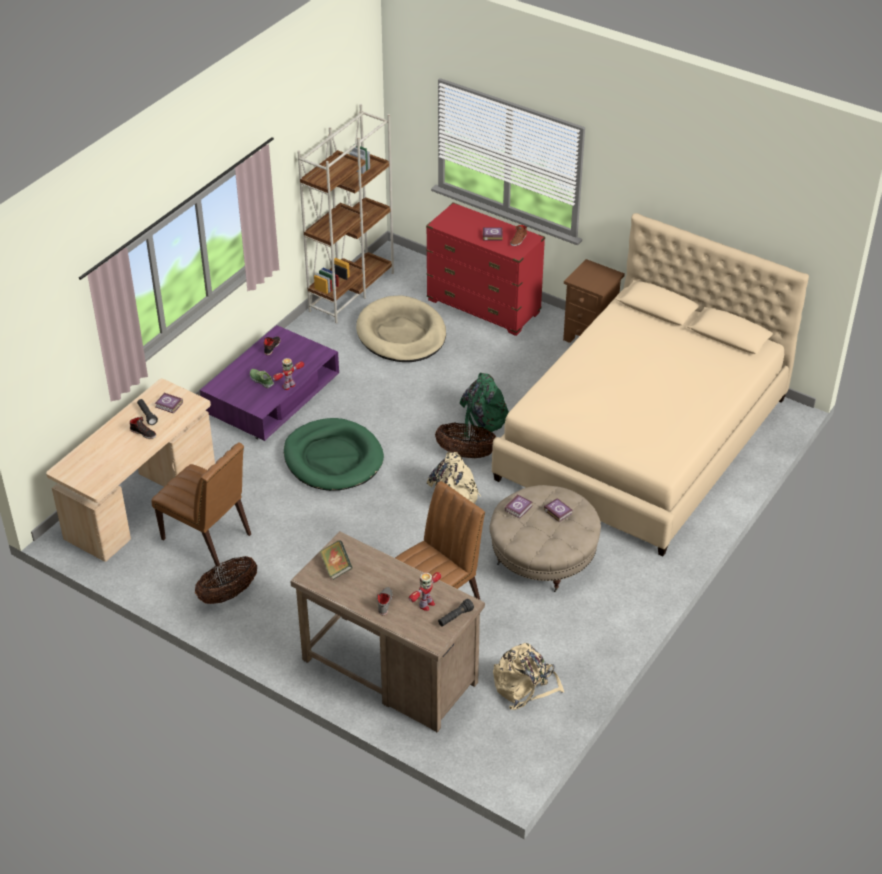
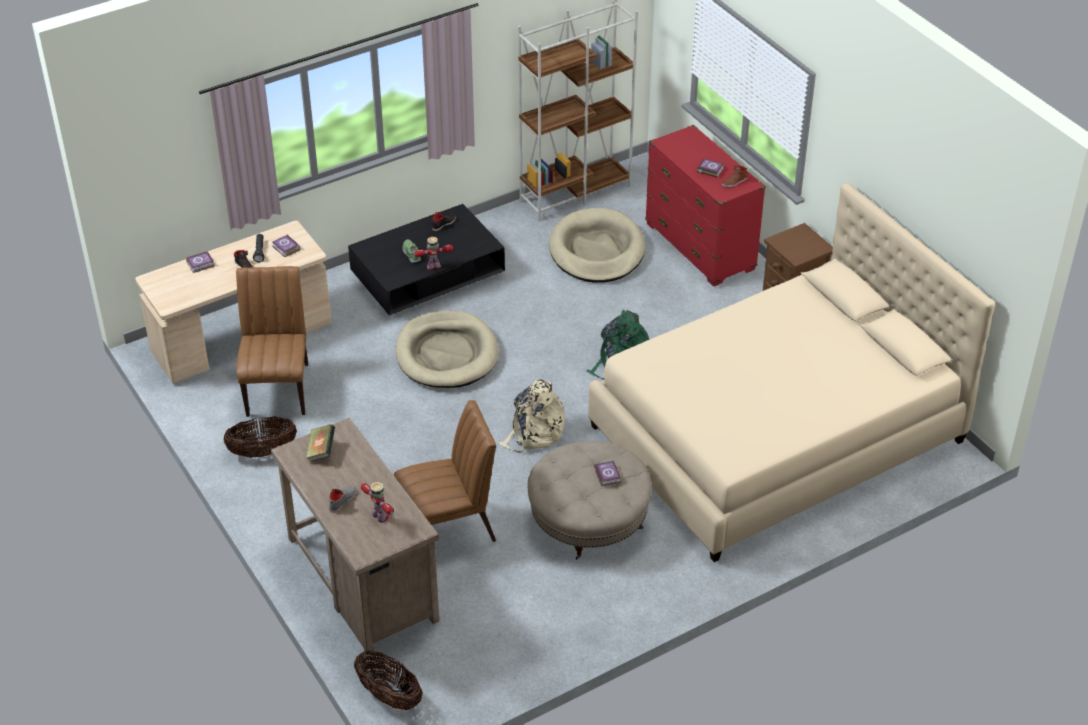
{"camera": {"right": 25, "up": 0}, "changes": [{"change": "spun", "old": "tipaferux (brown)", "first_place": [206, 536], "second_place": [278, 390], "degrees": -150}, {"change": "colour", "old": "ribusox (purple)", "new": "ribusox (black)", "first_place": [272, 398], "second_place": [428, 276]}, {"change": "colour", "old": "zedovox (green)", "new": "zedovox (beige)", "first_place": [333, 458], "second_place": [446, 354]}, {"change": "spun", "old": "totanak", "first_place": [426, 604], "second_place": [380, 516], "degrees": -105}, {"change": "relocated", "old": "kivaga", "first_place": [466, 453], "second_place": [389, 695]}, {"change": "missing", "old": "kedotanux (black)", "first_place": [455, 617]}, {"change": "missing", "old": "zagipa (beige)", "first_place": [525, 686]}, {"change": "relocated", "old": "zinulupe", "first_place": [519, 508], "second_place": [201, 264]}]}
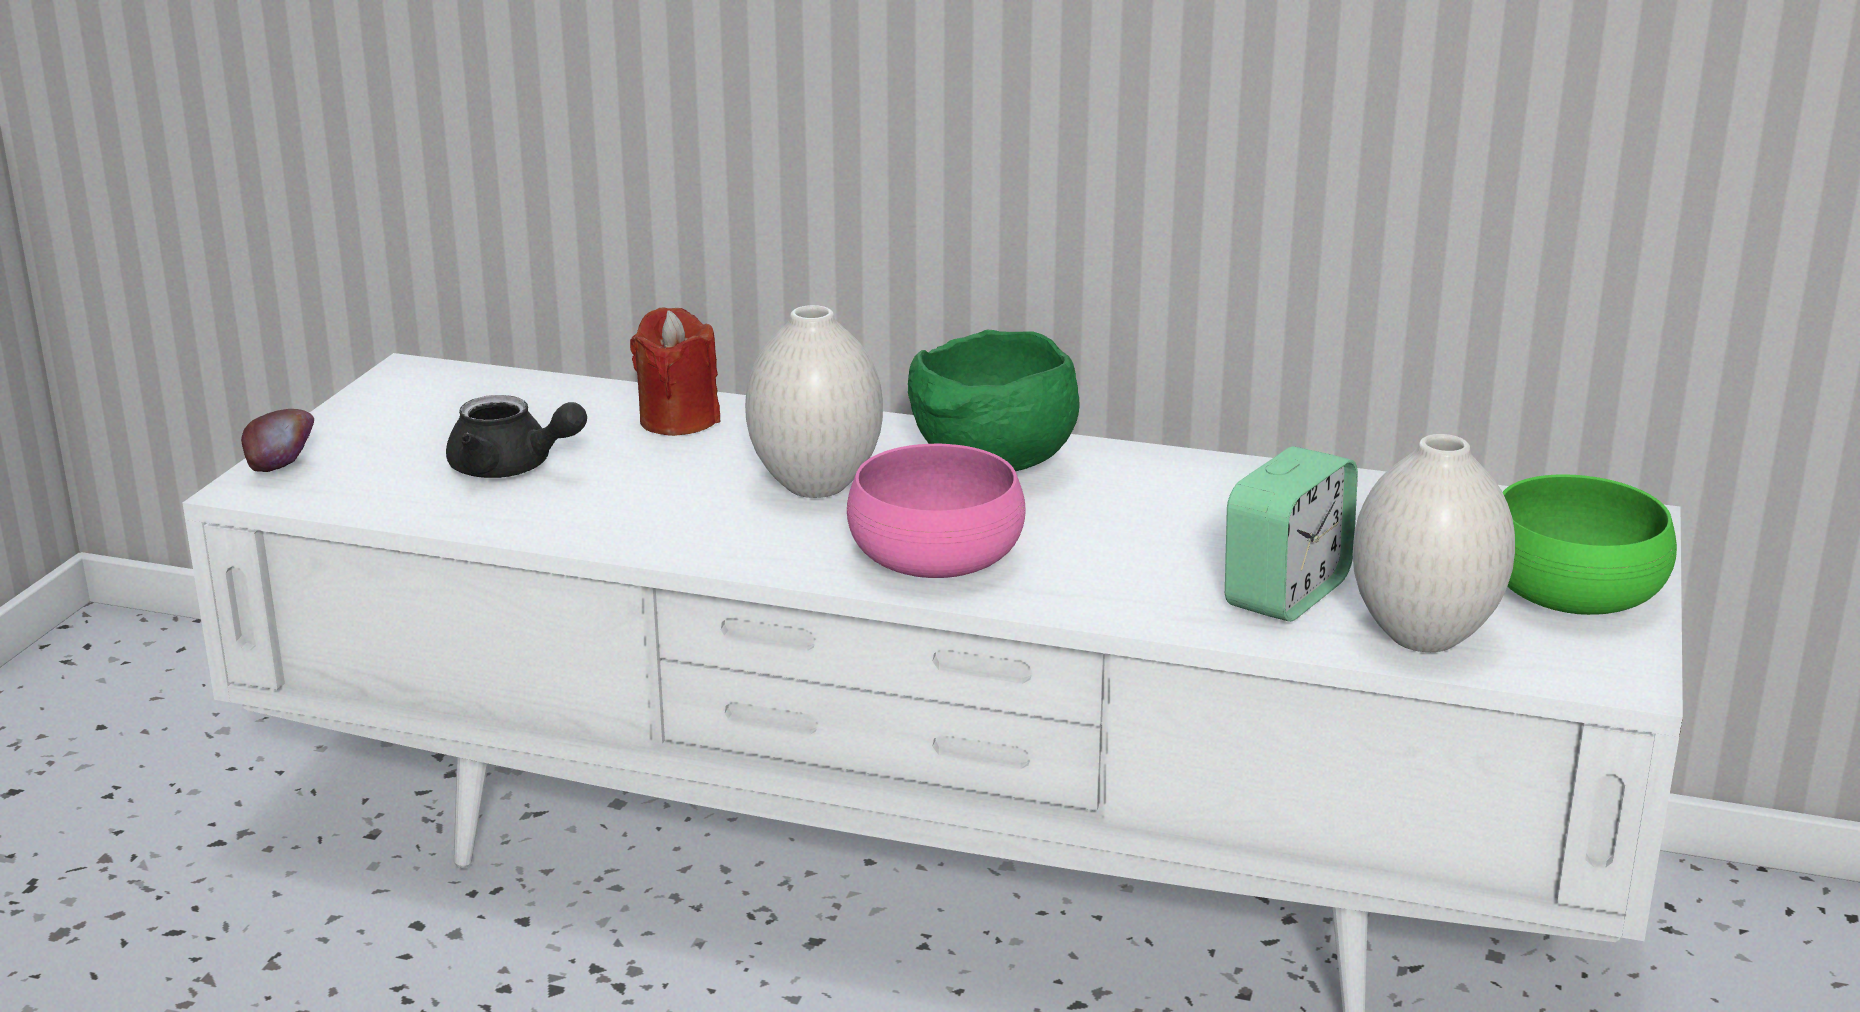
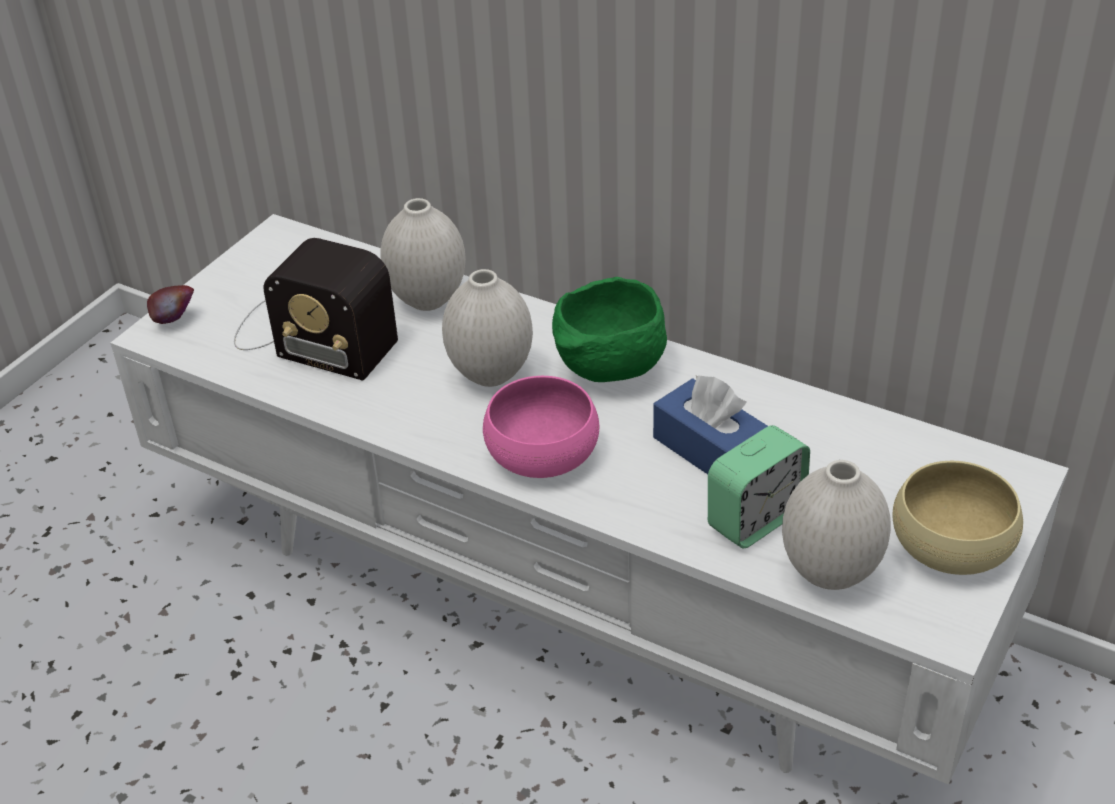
{"camera": {"right": 15, "up": 15}, "changes": [{"change": "exchanged", "old": "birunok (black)", "new": "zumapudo", "first_place": [512, 468], "second_place": [310, 335]}, {"change": "exchanged", "old": "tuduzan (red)", "new": "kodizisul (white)", "first_place": [678, 420], "second_place": [426, 300]}, {"change": "colour", "old": "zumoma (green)", "new": "zumoma (beige)", "first_place": [1572, 592], "second_place": [951, 544]}, {"change": "appeared", "new": "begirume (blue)", "second_place": [709, 450]}]}
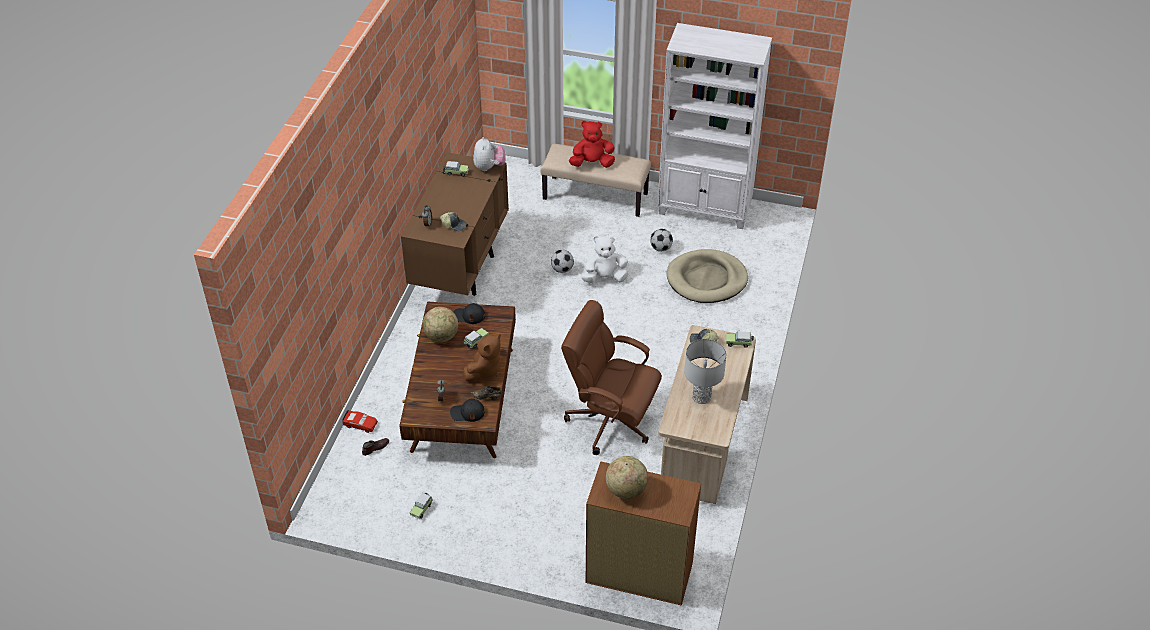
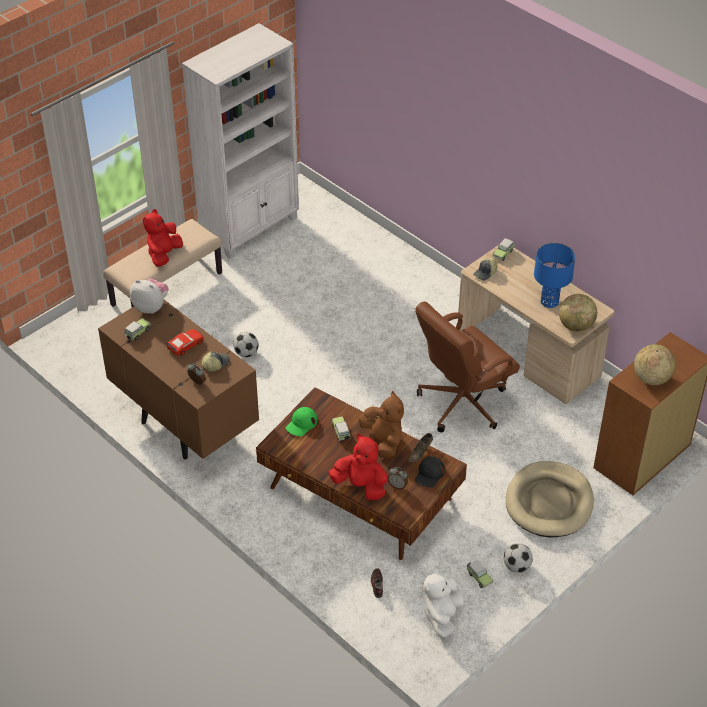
{"camera": {"right": -60, "up": 0}, "changes": [{"change": "relocated", "old": "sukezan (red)", "first_place": [360, 424], "second_place": [185, 345]}, {"change": "relocated", "old": "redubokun", "first_place": [441, 336], "second_place": [576, 326]}, {"change": "colour", "old": "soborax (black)", "new": "soborax (green)", "first_place": [469, 315], "second_place": [301, 424]}, {"change": "relocated", "old": "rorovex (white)", "first_place": [605, 277], "second_place": [442, 616]}, {"change": "relocated", "old": "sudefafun", "first_place": [660, 248], "second_place": [516, 567]}, {"change": "relocated", "old": "zedovox (beige)", "first_place": [706, 279], "second_place": [549, 502]}, {"change": "colour", "old": "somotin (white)", "new": "somotin (blue)", "first_place": [701, 396], "second_place": [549, 301]}, {"change": "appeared", "new": "rorovex (red)", "second_place": [361, 485]}]}
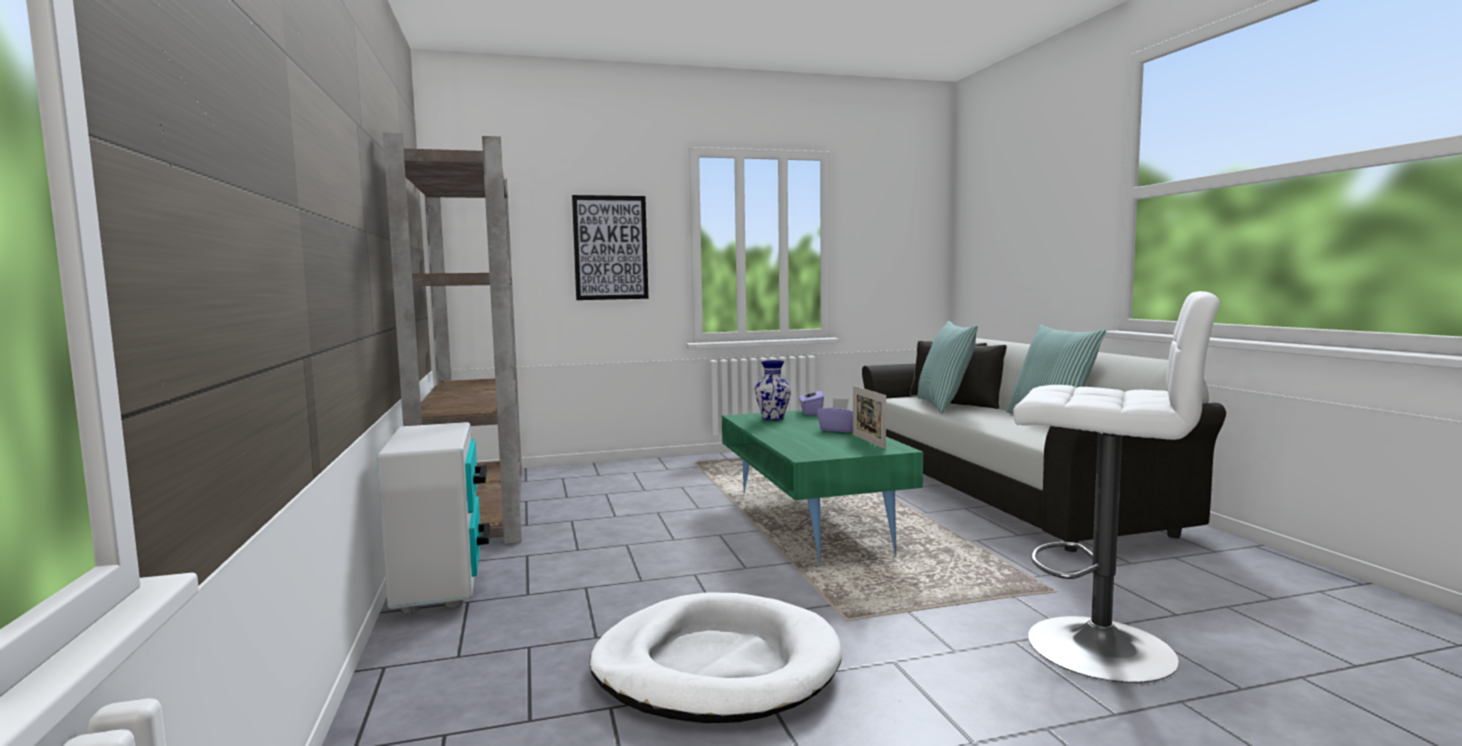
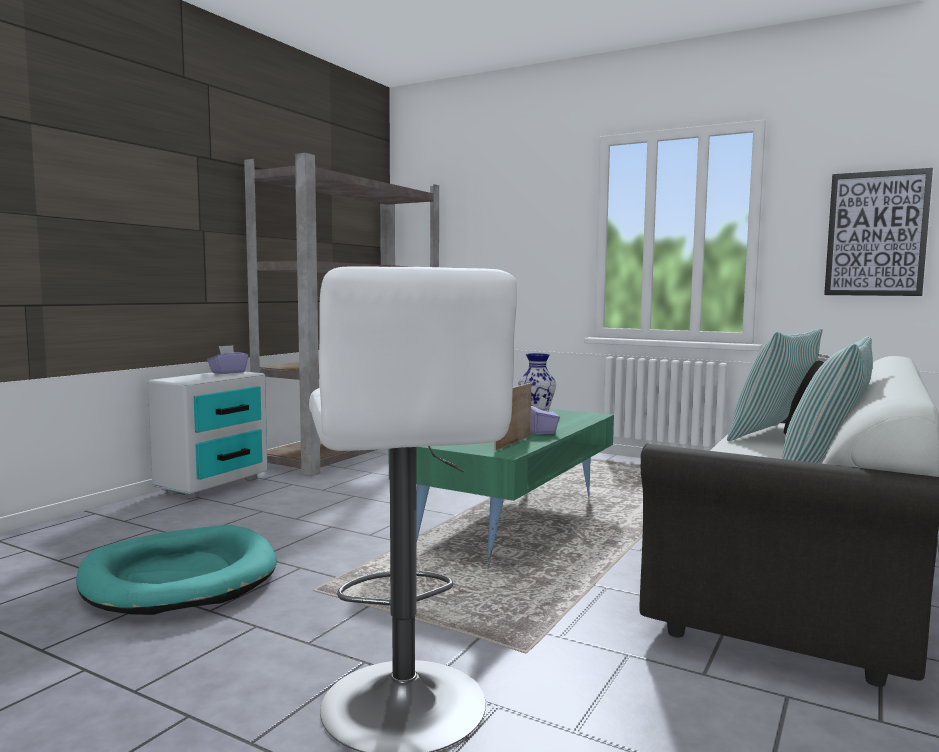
{"camera": {"right": 45, "up": 0}, "changes": [{"change": "relocated", "old": "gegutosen", "first_place": [610, 248], "second_place": [876, 234]}, {"change": "colour", "old": "zedovox (white)", "new": "zedovox (turquoise)", "first_place": [716, 666], "second_place": [180, 577]}, {"change": "relocated", "old": "begirume (purple)", "first_place": [811, 412], "second_place": [228, 372]}]}
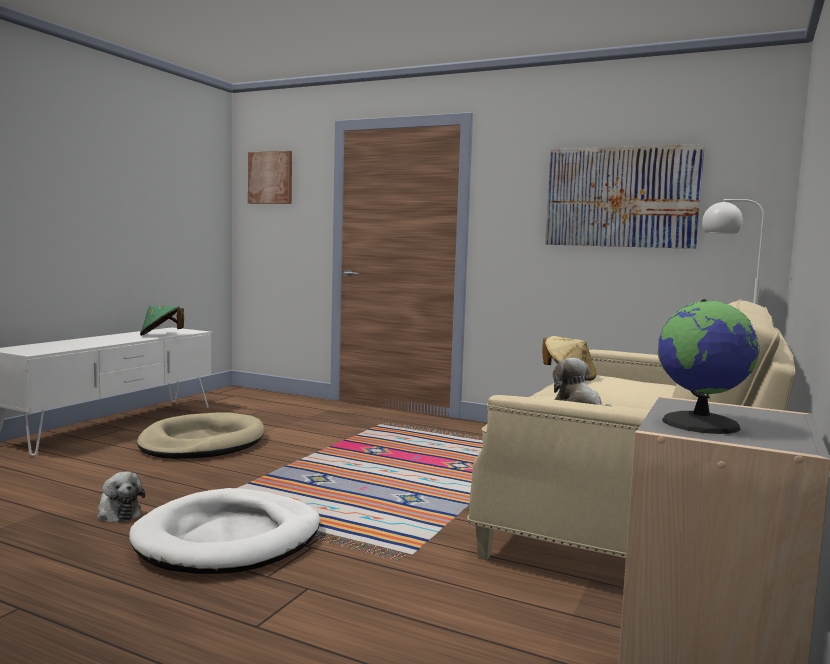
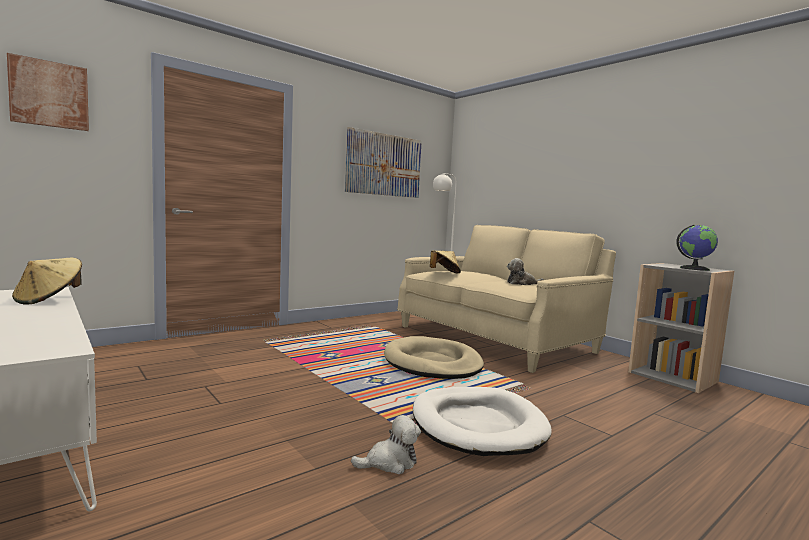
{"camera": {"right": -65, "up": 0}, "changes": [{"change": "relocated", "old": "zedovox (beige)", "first_place": [202, 443], "second_place": [432, 363]}, {"change": "colour", "old": "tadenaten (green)", "new": "tadenaten (beige)", "first_place": [161, 335], "second_place": [49, 300]}]}
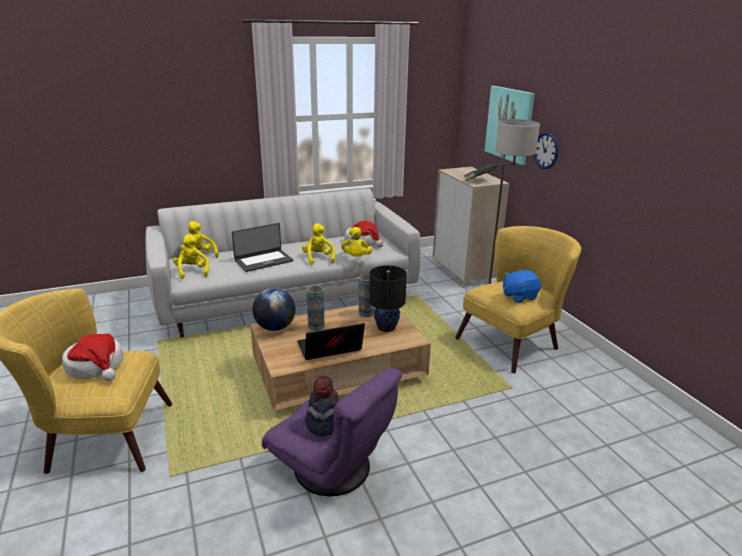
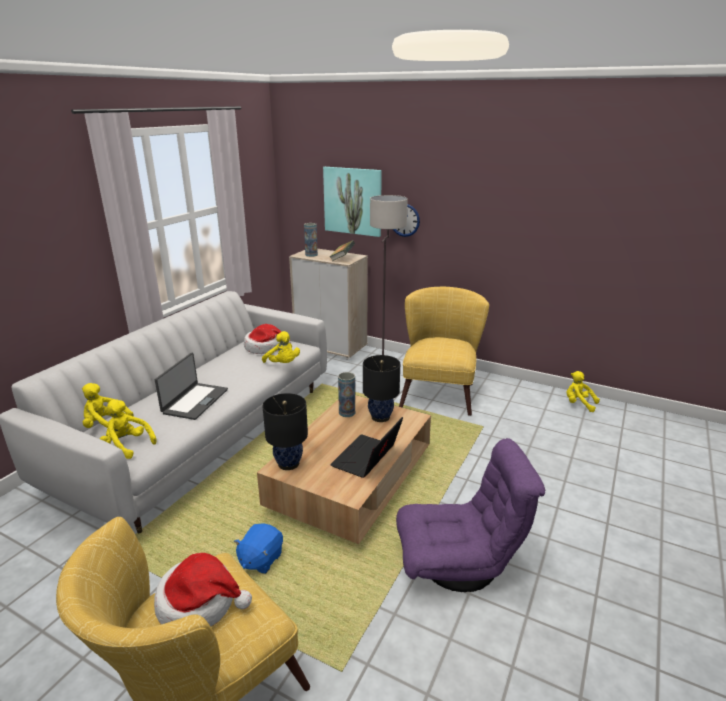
{"camera": {"right": -40, "up": 0}, "changes": [{"change": "exchanged", "old": "redubokun", "new": "somotin (black)", "first_place": [275, 327], "second_place": [288, 463]}, {"change": "relocated", "old": "rorovex (yellow)", "first_place": [318, 258], "second_place": [578, 404]}, {"change": "missing", "old": "tadenaten", "first_place": [324, 422]}, {"change": "relocated", "old": "kodizisul", "first_place": [316, 326], "second_place": [311, 255]}, {"change": "relocated", "old": "rorovex (blue)", "first_place": [519, 296], "second_place": [260, 559]}]}
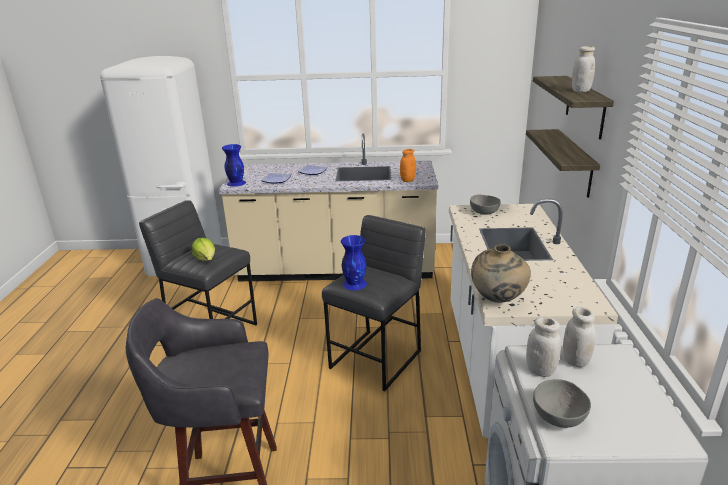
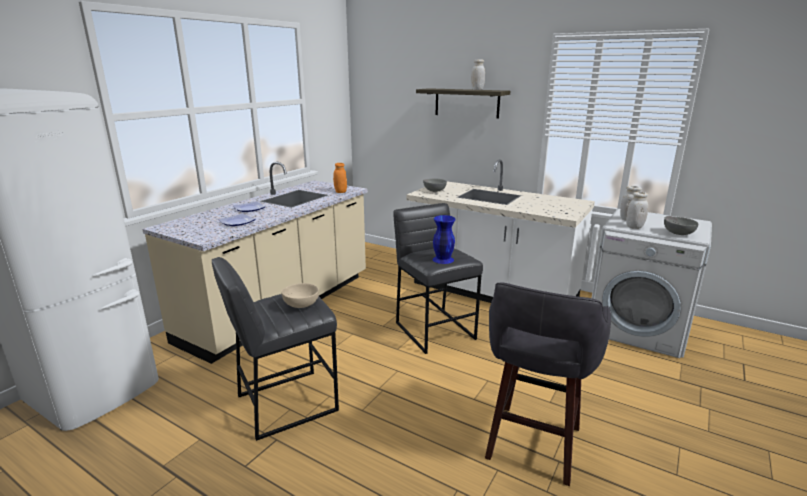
{"camera": {"right": -60, "up": -5}, "changes": [{"change": "exchanged", "old": "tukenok", "new": "zumoma (beige)", "first_place": [206, 259], "second_place": [300, 305]}, {"change": "missing", "old": "kodizisul (blue)", "first_place": [236, 183]}, {"change": "missing", "old": "kodizisul (beige)", "first_place": [498, 300]}, {"change": "missing", "old": "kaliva", "first_place": [574, 162]}]}
